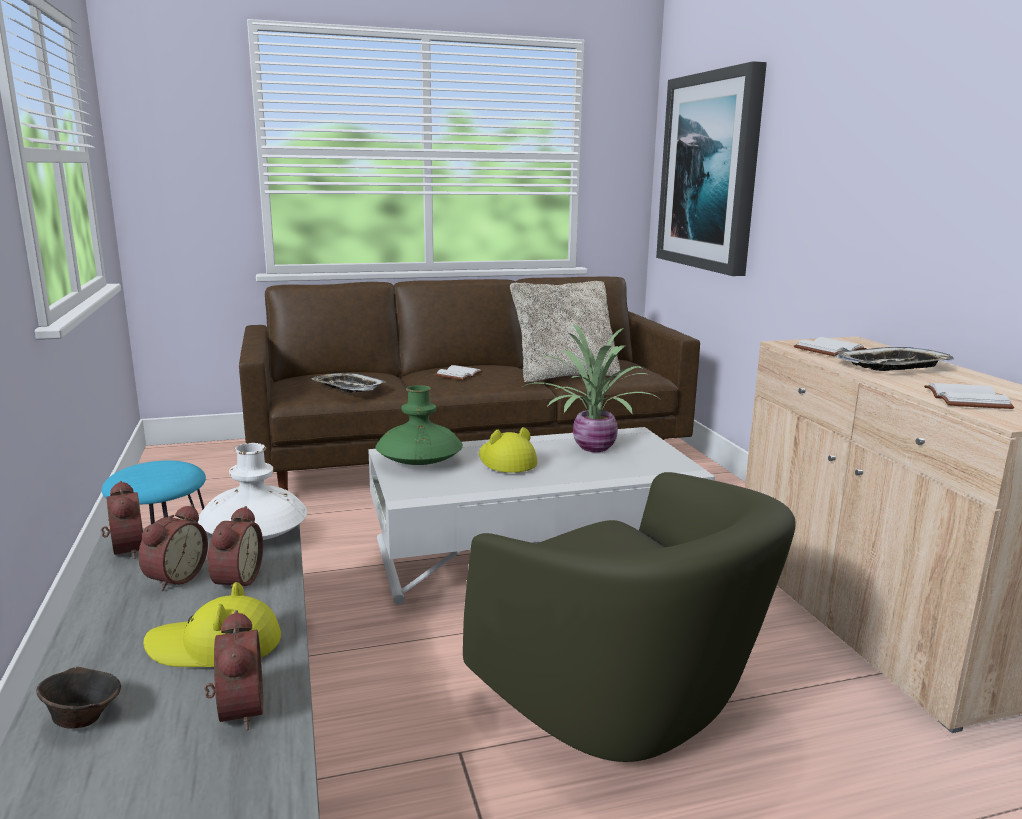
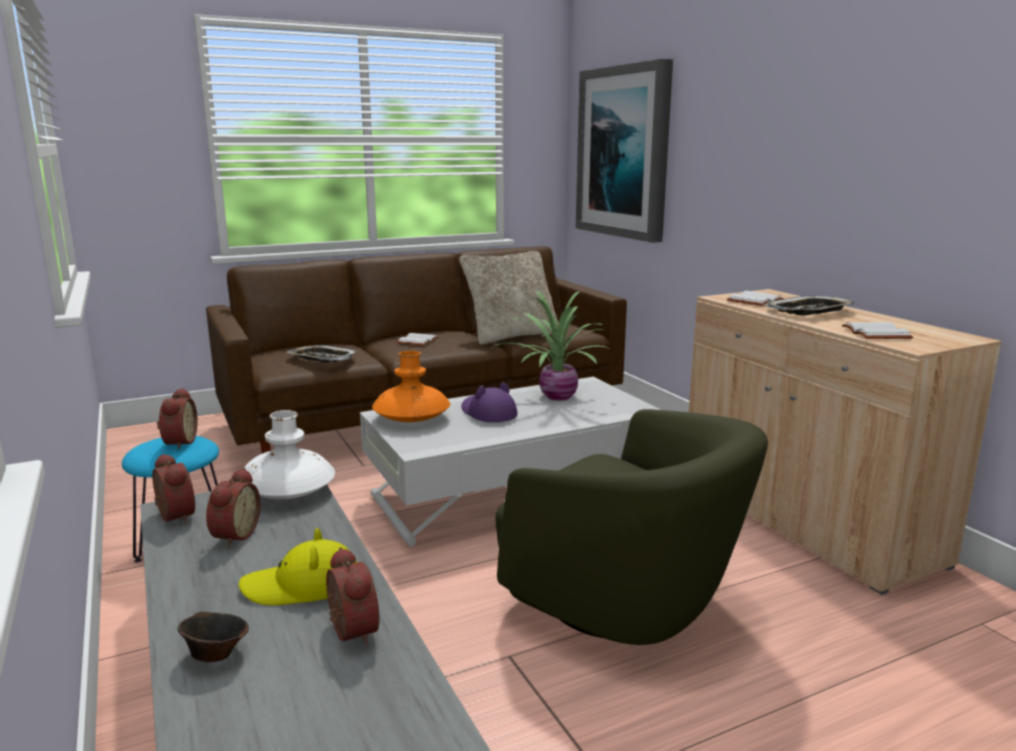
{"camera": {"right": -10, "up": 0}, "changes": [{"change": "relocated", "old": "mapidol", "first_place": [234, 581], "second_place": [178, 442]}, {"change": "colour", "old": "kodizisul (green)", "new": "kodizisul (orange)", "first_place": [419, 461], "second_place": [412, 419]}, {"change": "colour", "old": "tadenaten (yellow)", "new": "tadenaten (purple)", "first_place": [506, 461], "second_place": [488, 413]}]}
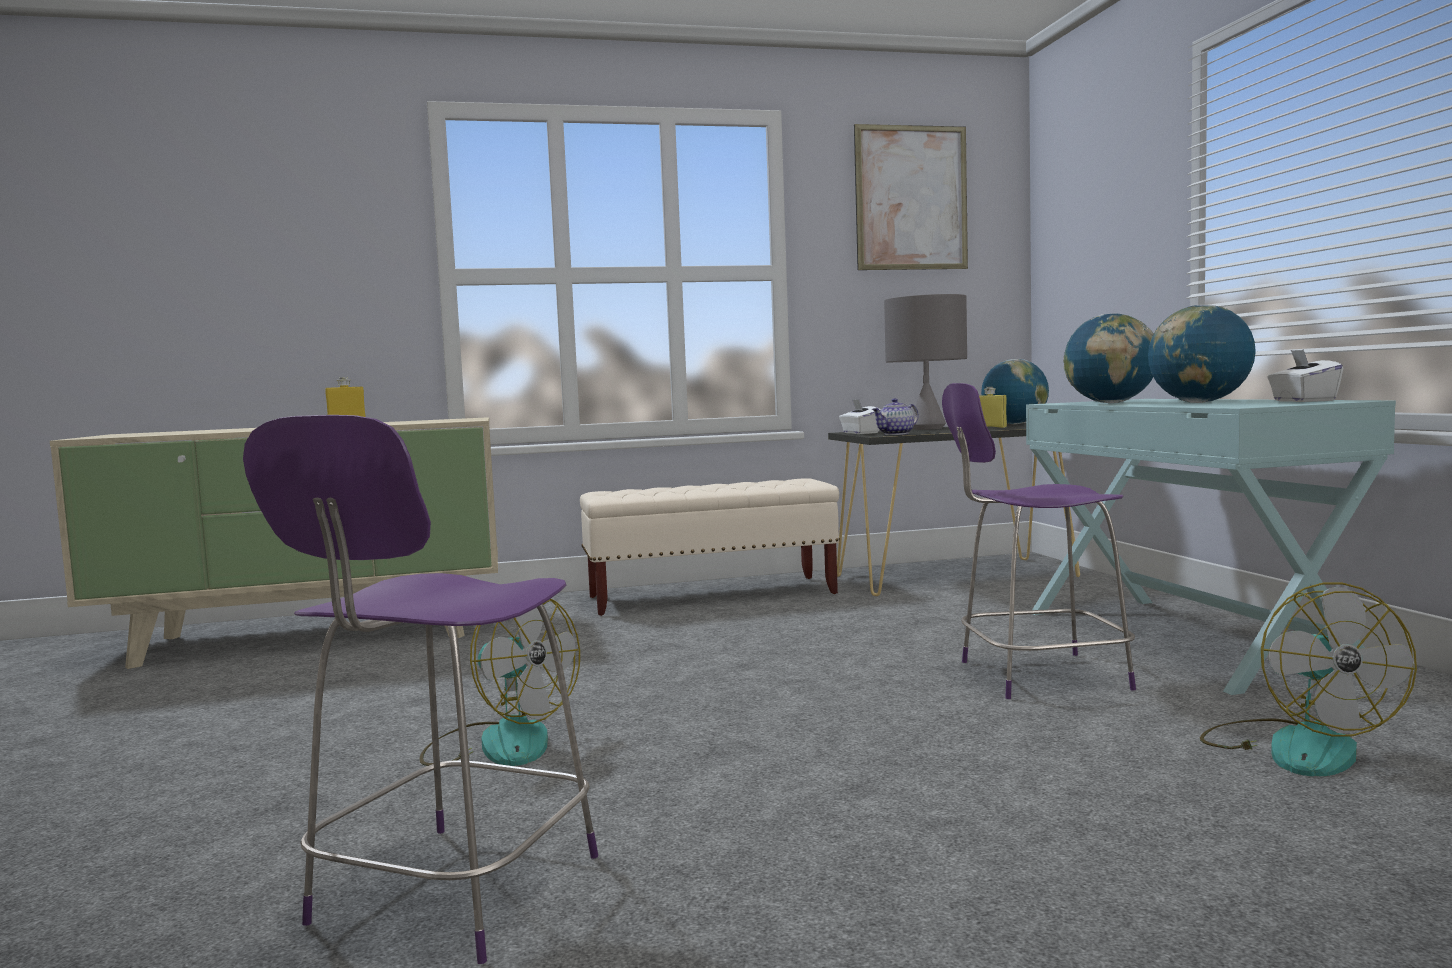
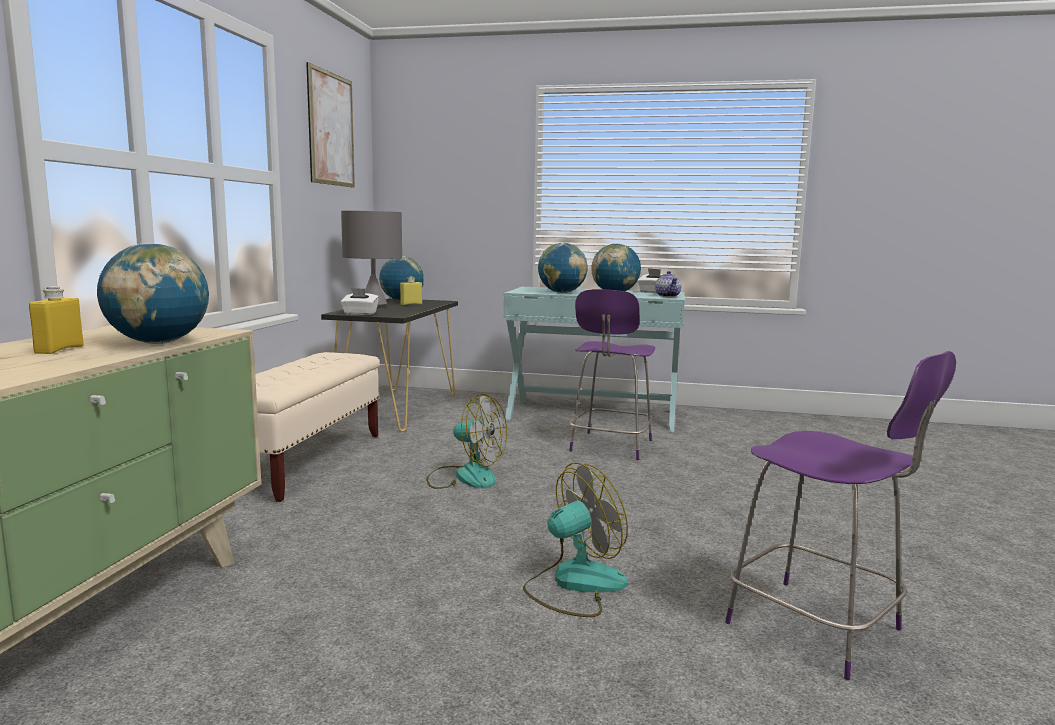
{"camera": {"right": -65, "up": 5}, "changes": [{"change": "relocated", "old": "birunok", "first_place": [896, 434], "second_place": [668, 296]}, {"change": "relocated", "old": "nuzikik", "first_place": [1296, 747], "second_place": [465, 477]}, {"change": "appeared", "new": "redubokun", "second_place": [158, 343]}]}
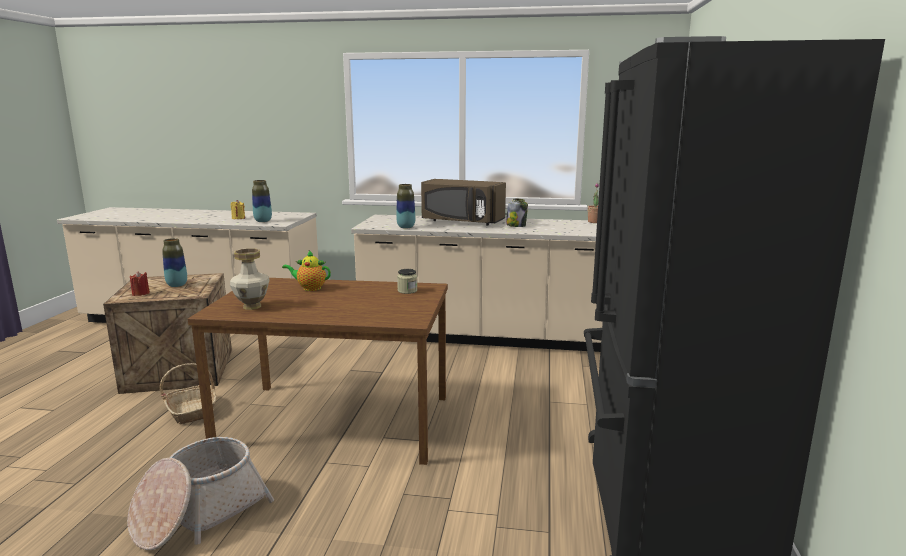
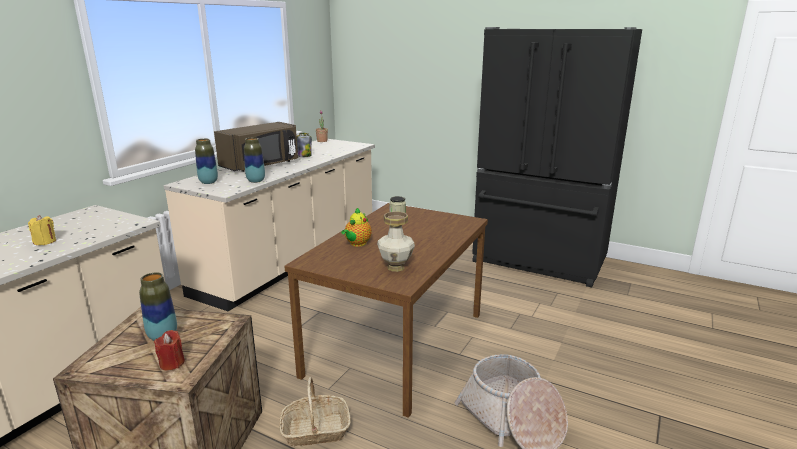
{"camera": {"right": -70, "up": 5}, "changes": [{"change": "relocated", "old": "kodizisul", "first_place": [263, 221], "second_place": [208, 182]}]}
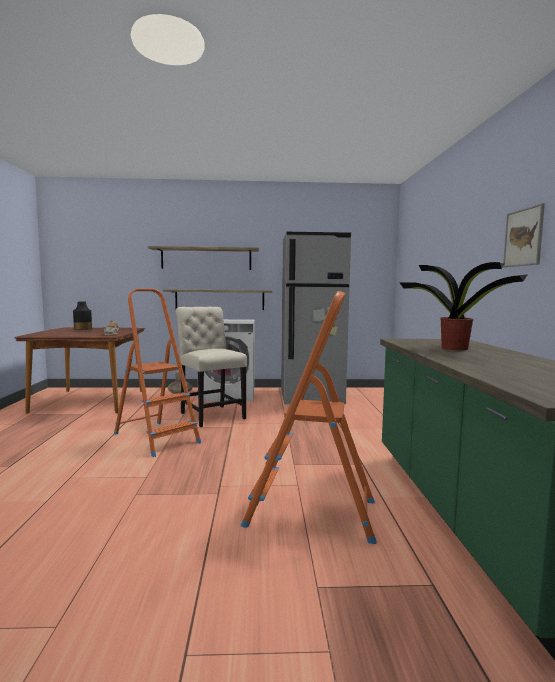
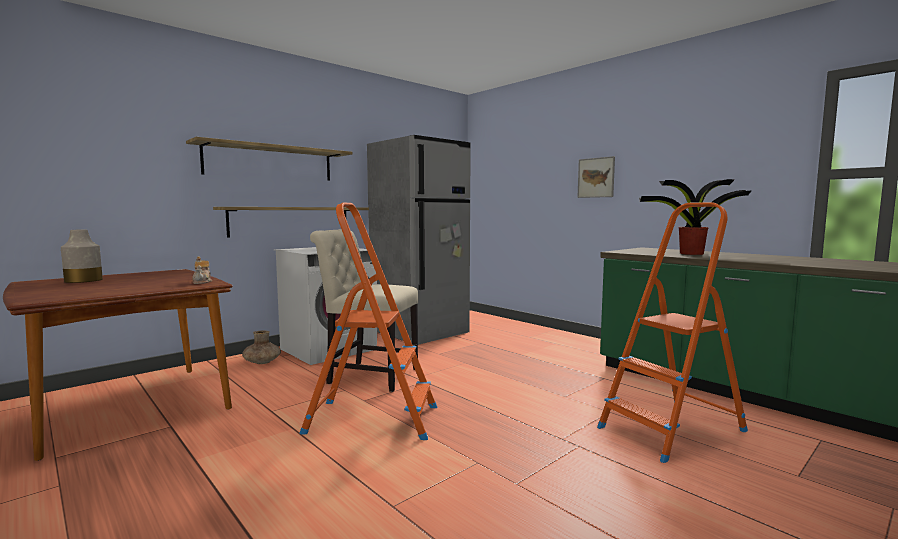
{"camera": {"right": -40, "up": 0}, "changes": [{"change": "colour", "old": "kodizisul (black)", "new": "kodizisul (beige)", "first_place": [82, 329], "second_place": [83, 280]}, {"change": "relocated", "old": "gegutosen", "first_place": [523, 237], "second_place": [596, 177]}]}
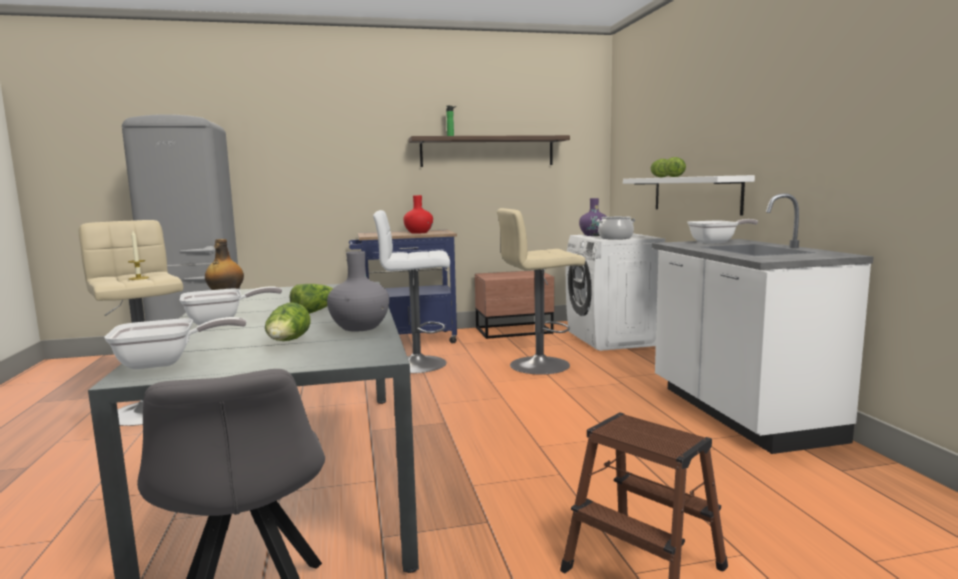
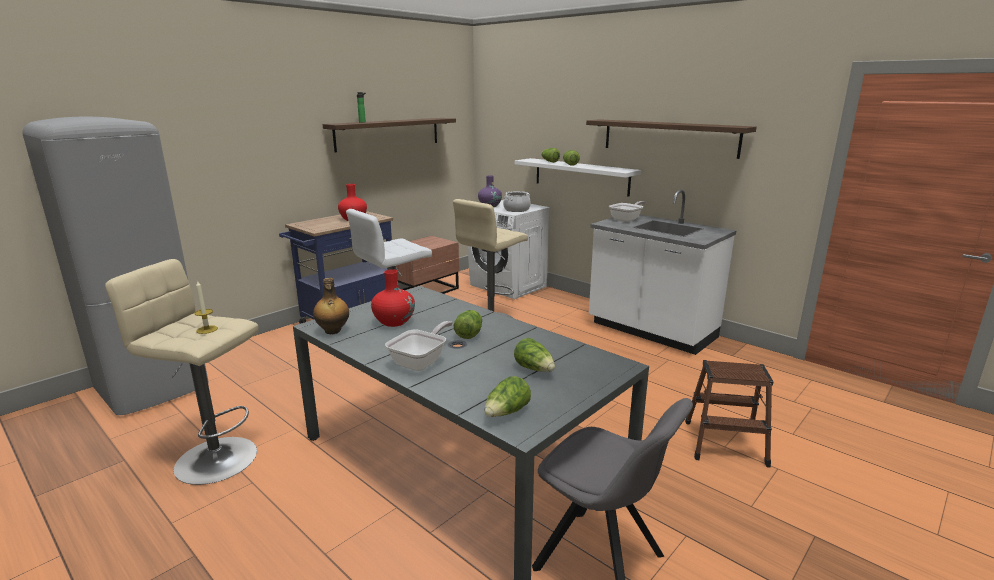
{"camera": {"right": -35, "up": 10}, "changes": [{"change": "exchanged", "old": "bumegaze", "new": "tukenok", "first_place": [166, 362], "second_place": [507, 413]}, {"change": "missing", "old": "kodizisul (grey)", "first_place": [359, 327]}, {"change": "appeared", "new": "kodizisul (red)", "second_place": [394, 322]}, {"change": "appeared", "new": "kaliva", "second_place": [669, 137]}]}
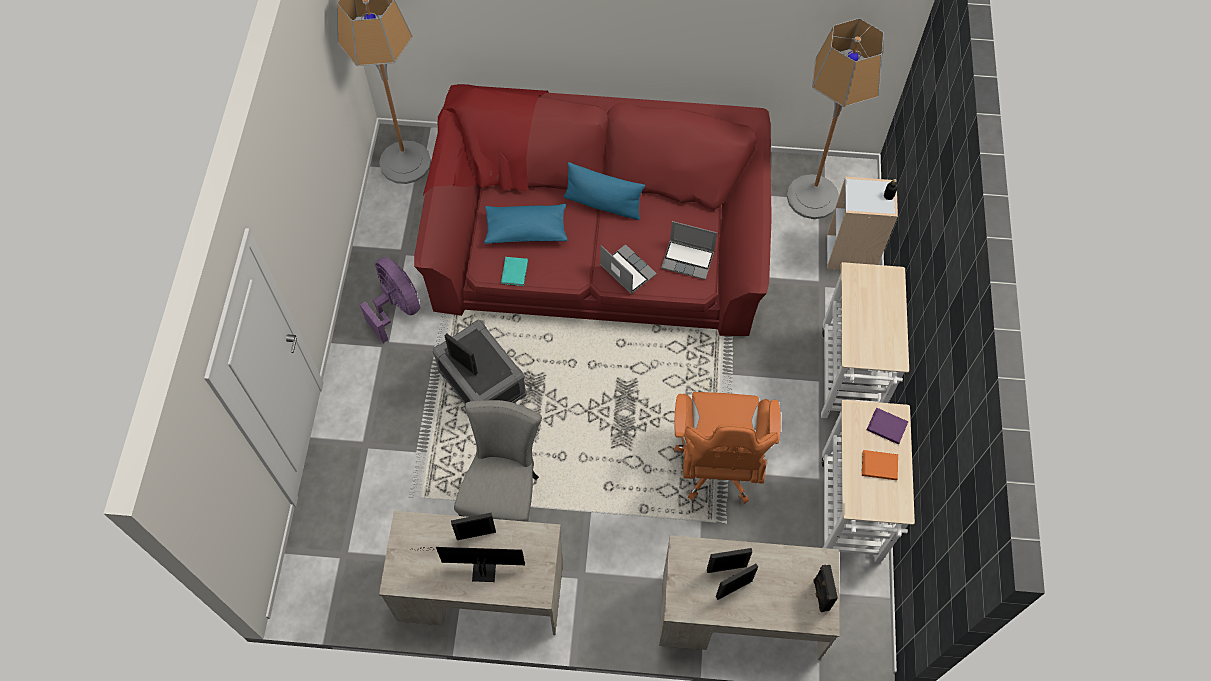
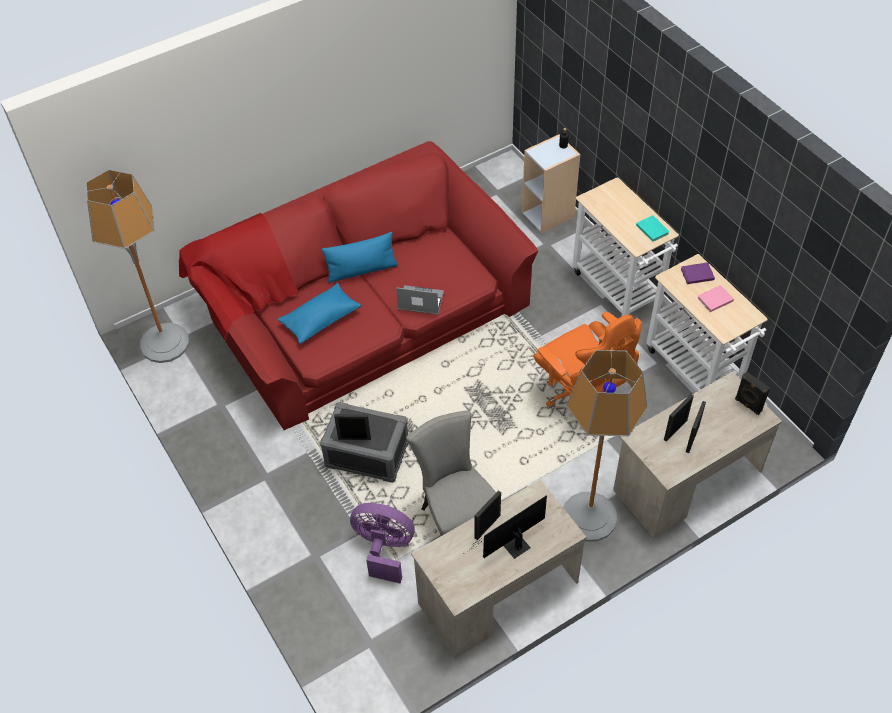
{"camera": {"right": -35, "up": -10}, "changes": [{"change": "relocated", "old": "nuzikik (purple)", "first_place": [396, 308], "second_place": [384, 549]}, {"change": "relocated", "old": "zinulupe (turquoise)", "first_place": [515, 271], "second_place": [652, 228]}, {"change": "missing", "old": "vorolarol", "first_place": [688, 260]}, {"change": "relocated", "old": "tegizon", "first_place": [812, 197], "second_place": [589, 517]}, {"change": "colour", "old": "zinulupe (orange)", "new": "zinulupe (pink)", "first_place": [878, 465], "second_place": [714, 299]}]}
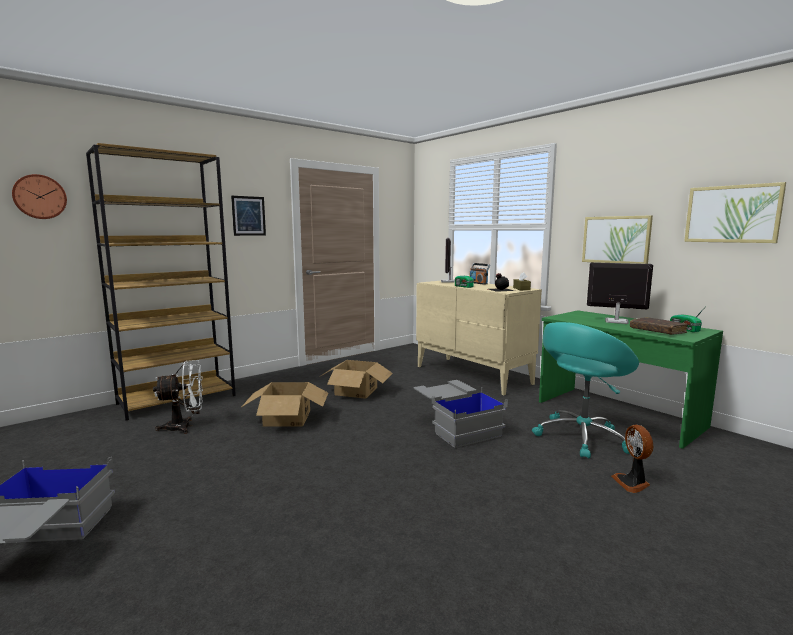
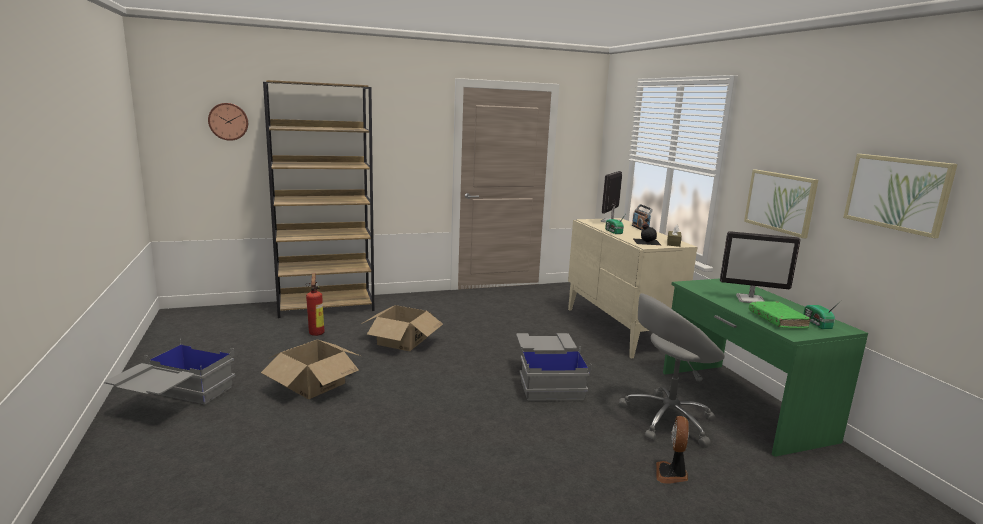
{"camera": {"right": 20, "up": 5}, "changes": [{"change": "exchanged", "old": "nuzikik (white)", "new": "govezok", "first_place": [185, 427], "second_place": [317, 332]}, {"change": "missing", "old": "gegutosen", "first_place": [248, 216]}, {"change": "relocated", "old": "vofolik", "first_place": [356, 391], "second_place": [314, 384]}, {"change": "colour", "old": "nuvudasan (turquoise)", "new": "nuvudasan (grey)", "first_place": [580, 438], "second_place": [666, 420]}, {"change": "spun", "old": "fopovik", "first_place": [615, 321], "second_place": [751, 299], "degrees": 150}, {"change": "colour", "old": "zinulupe (brown)", "new": "zinulupe (green)", "first_place": [657, 331], "second_place": [777, 320]}]}
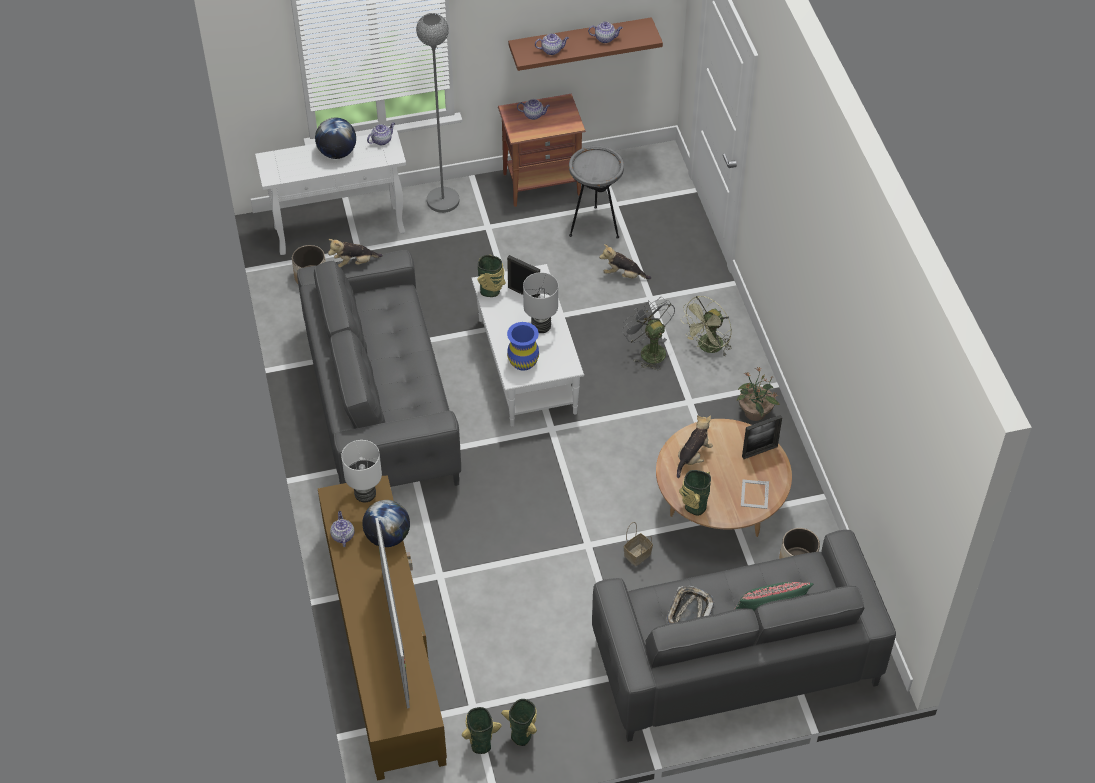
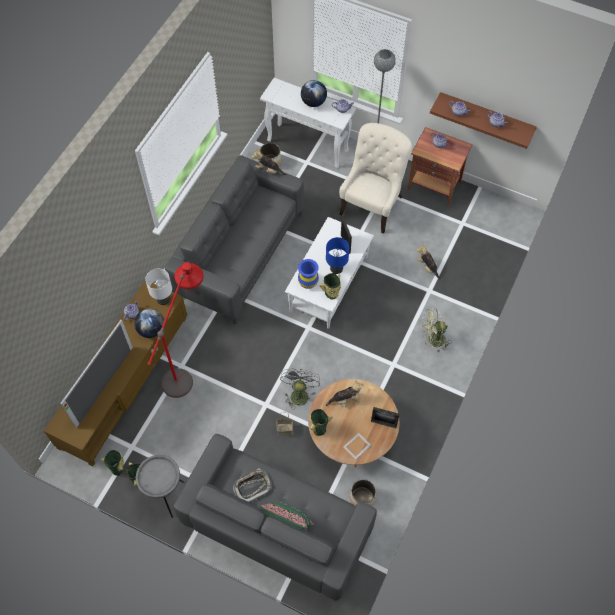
{"camera": {"right": 40, "up": 10}, "changes": [{"change": "relocated", "old": "kodizisul", "first_place": [491, 291], "second_place": [331, 294]}, {"change": "colour", "old": "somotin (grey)", "new": "somotin (blue)", "first_place": [541, 326], "second_place": [336, 268]}, {"change": "relocated", "old": "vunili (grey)", "first_place": [594, 226], "second_place": [167, 497]}, {"change": "relocated", "old": "nuzikik (grey)", "first_place": [648, 350], "second_place": [299, 393]}, {"change": "missing", "old": "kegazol", "first_place": [755, 413]}, {"change": "appeared", "new": "tegizon (red)", "second_place": [187, 364]}, {"change": "appeared", "new": "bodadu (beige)", "second_place": [372, 205]}]}
